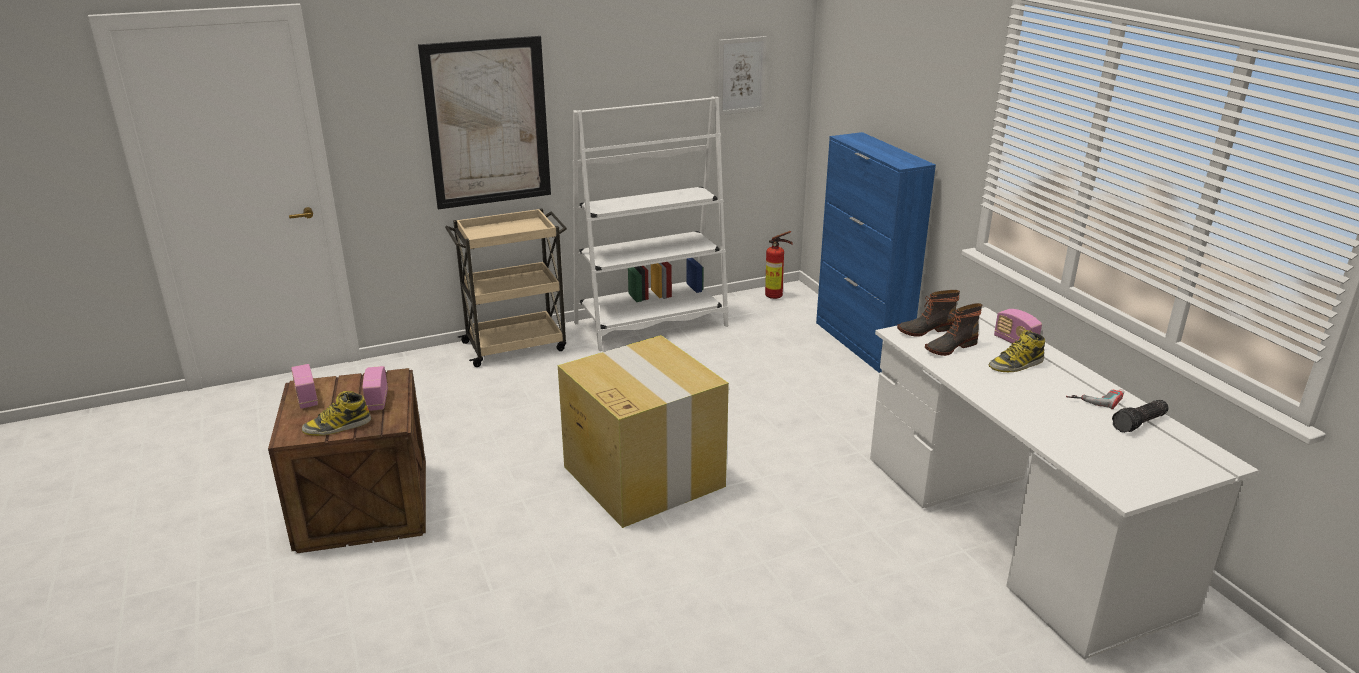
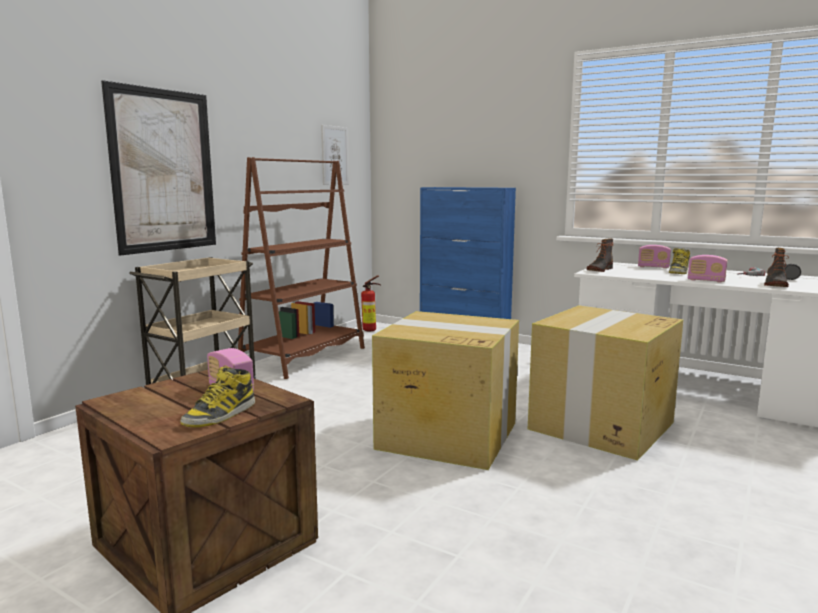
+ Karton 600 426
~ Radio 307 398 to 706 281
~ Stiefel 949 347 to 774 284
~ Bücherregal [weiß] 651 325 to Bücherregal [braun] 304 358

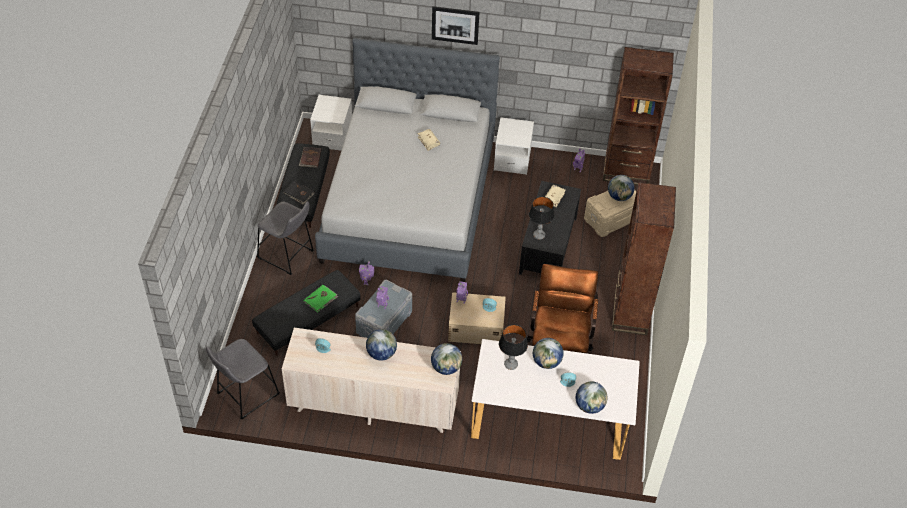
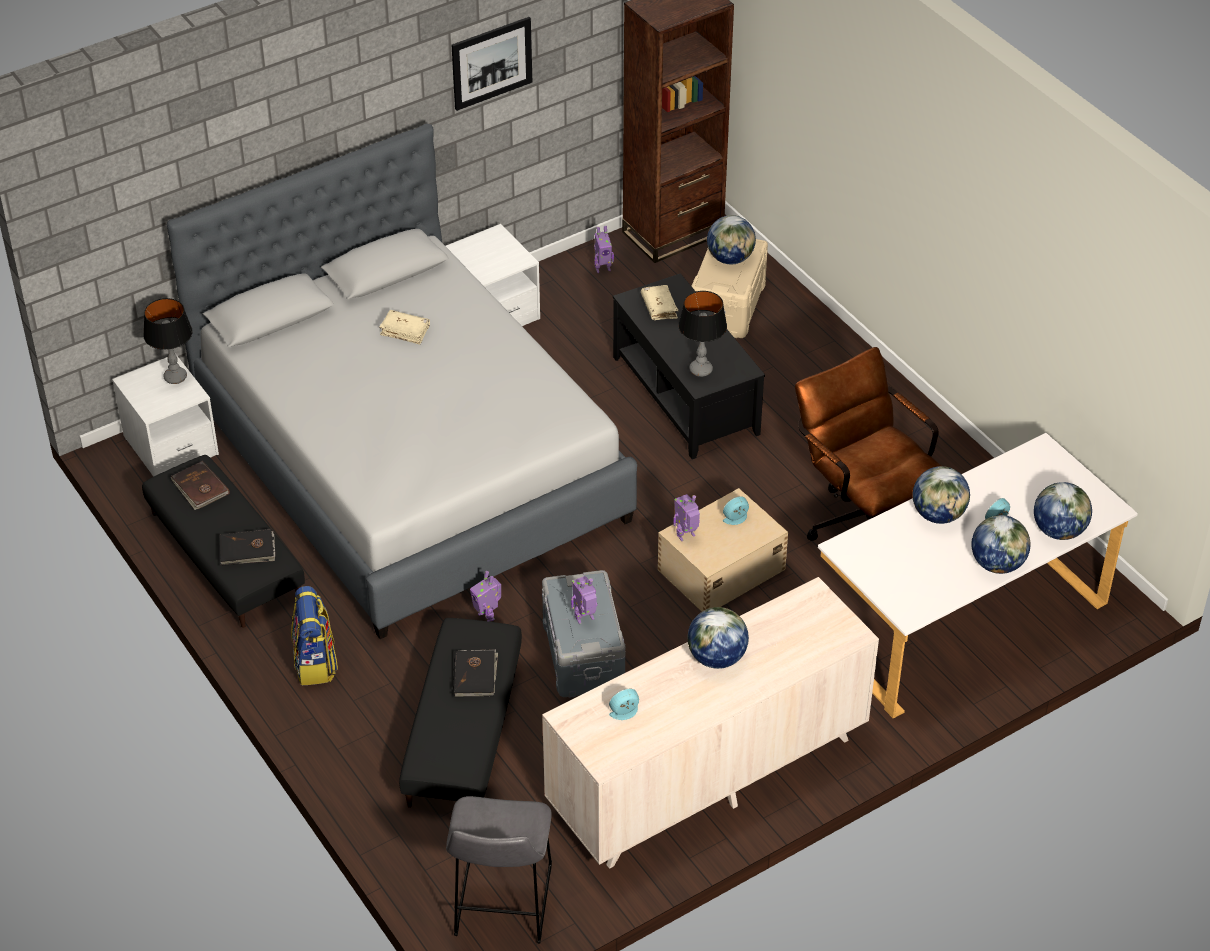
- Bücherregal [braun] 630 313
~ Globus 446 368 to 997 564
~ Bild 455 25 to 491 63
~ Tischlampe 510 364 to 175 377
~ Hocker [grau] 287 256 to Rucksack 315 663
~ Buch [grün] 321 299 to Buch [schwarz] 475 675

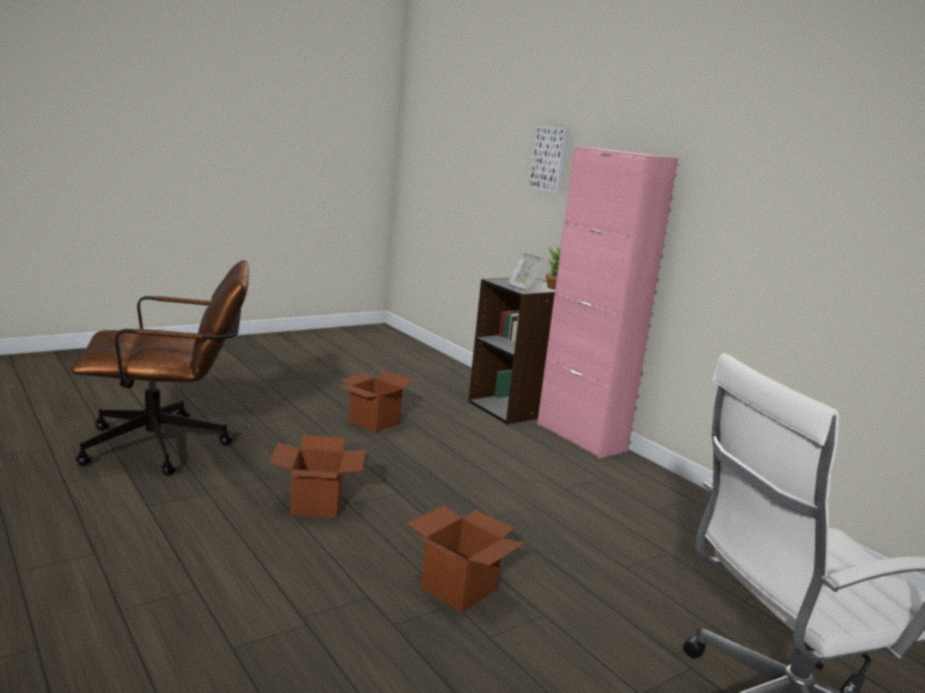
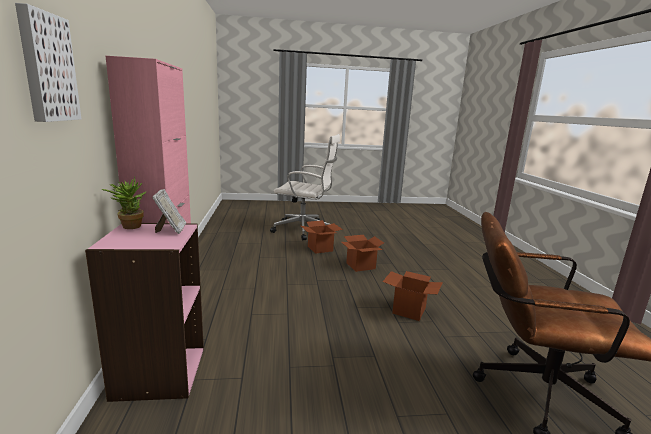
~ Karton 374 422 to 320 248
~ Bücherregal [schwarz] 512 408 to Bücherregal [rosa] 159 372

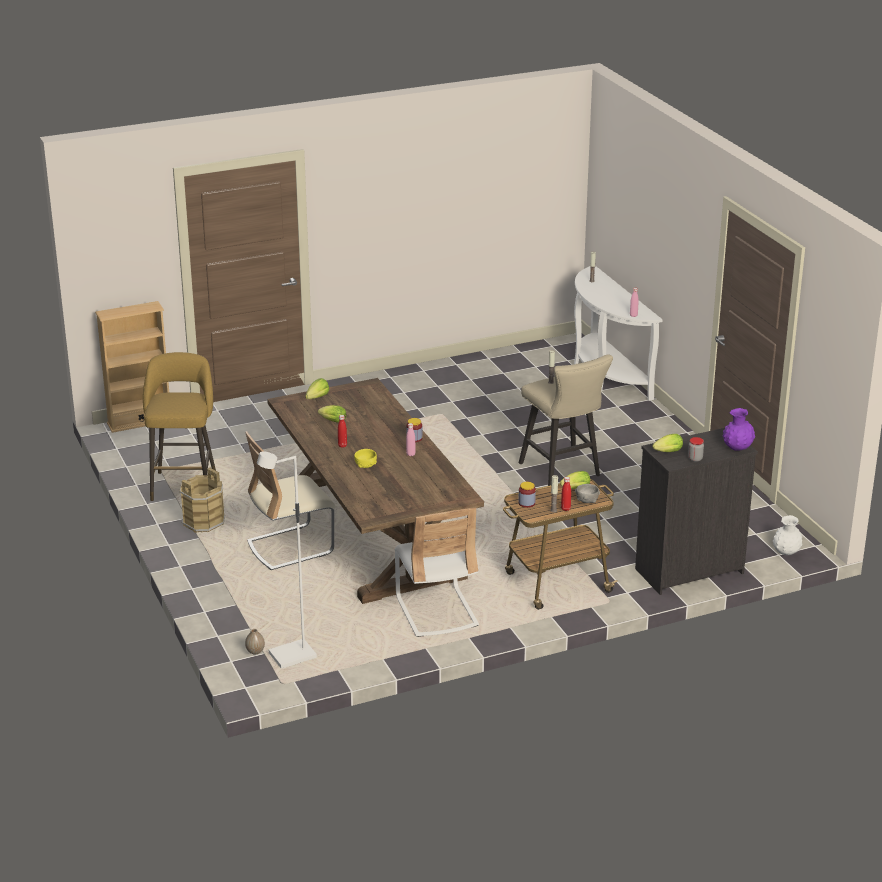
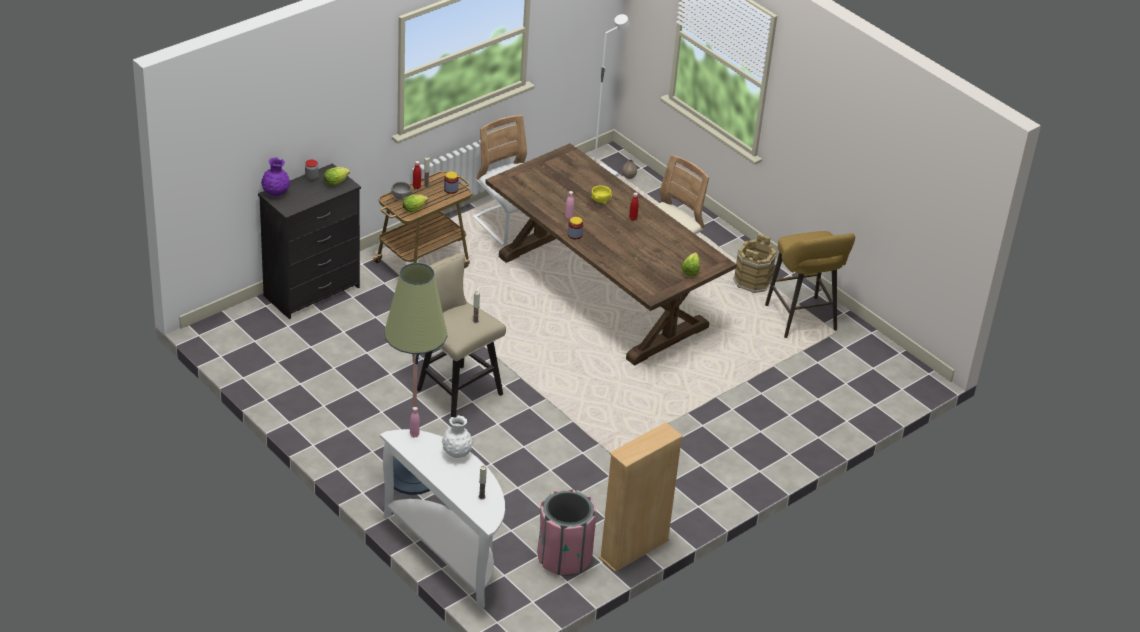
- Salatkopf 331 421
+ Stehlampe 413 476
+ Mülleimer [rosa] 564 557
~ Bücherregal [beige] 140 422 to 634 549
~ Vase [weiß] 786 553 to 457 453

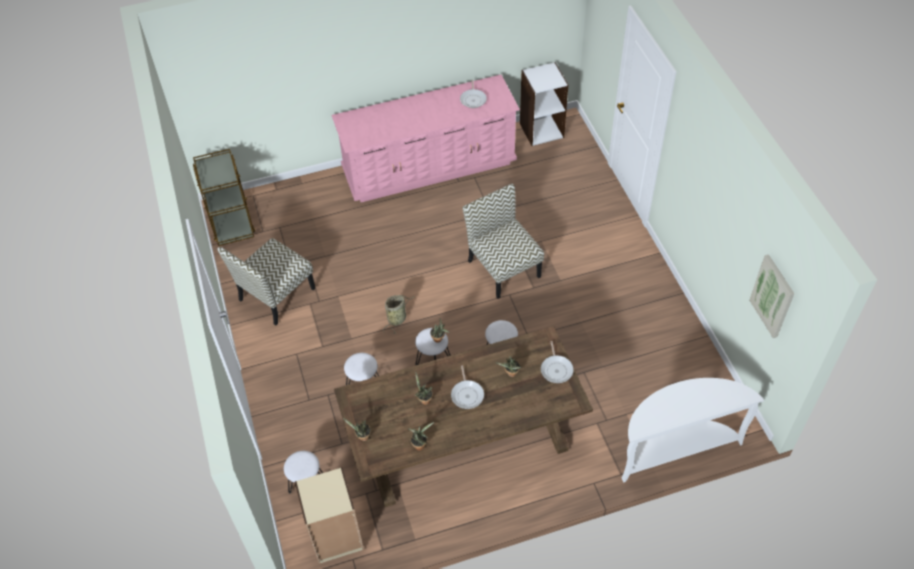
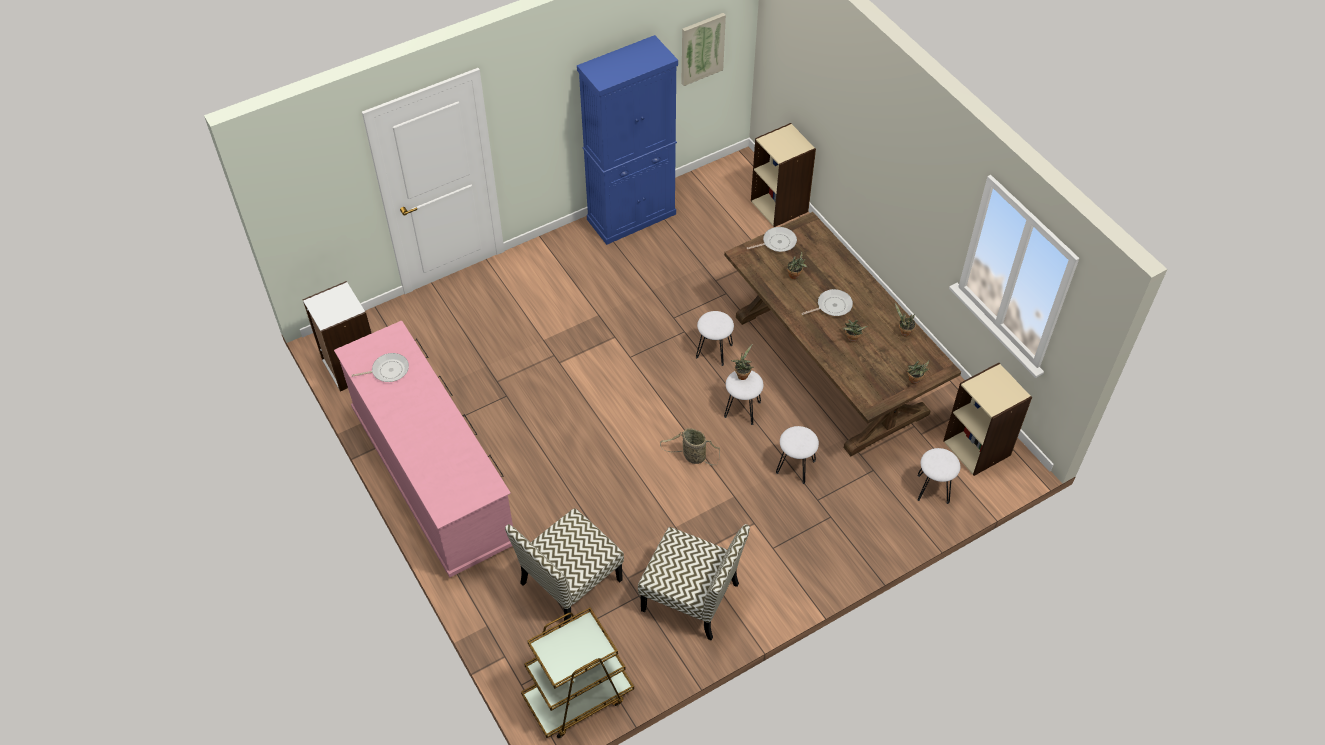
+ Schrank [blau] 631 216
~ Stuhl 503 268 to 570 583
~ Konsolentisch [weiß] 675 448 to Bücherregal [beige] 780 206

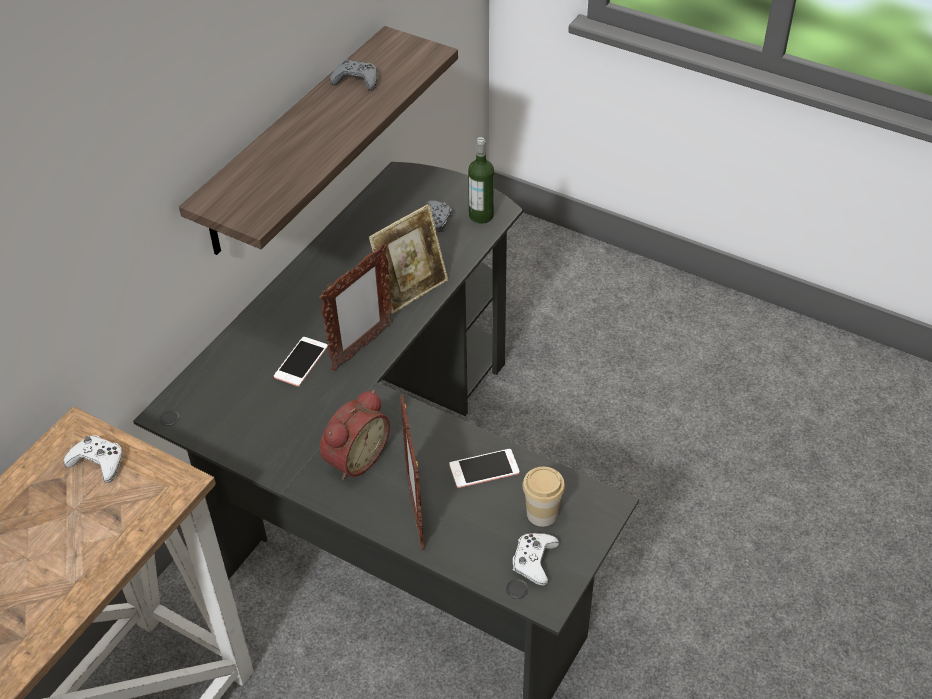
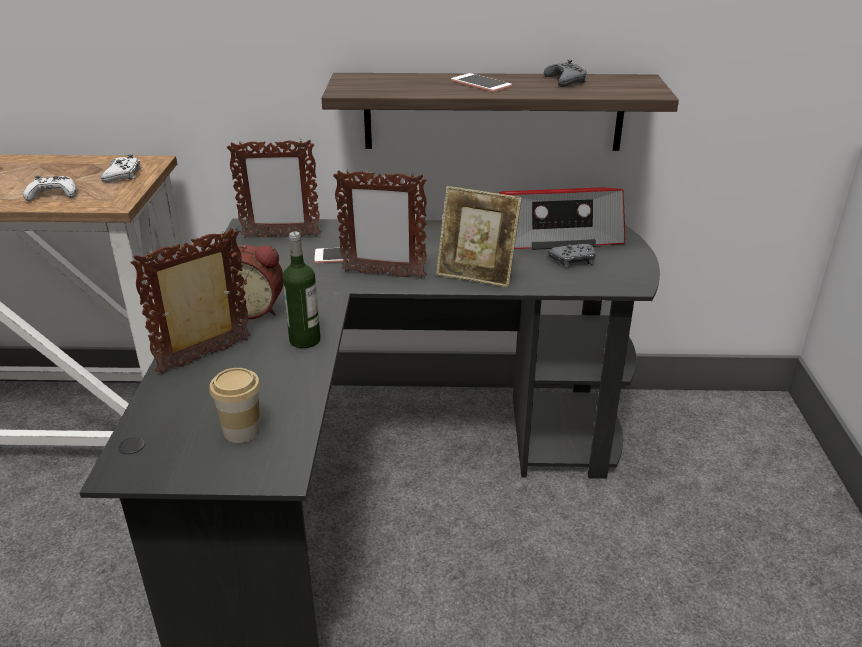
+ Bilderrahmen 280 236
+ Radio 556 235
~ Handy 484 469 to 481 83
~ Flasche 481 215 to 305 340
~ Gamepad [weiß] 534 561 to 53 195

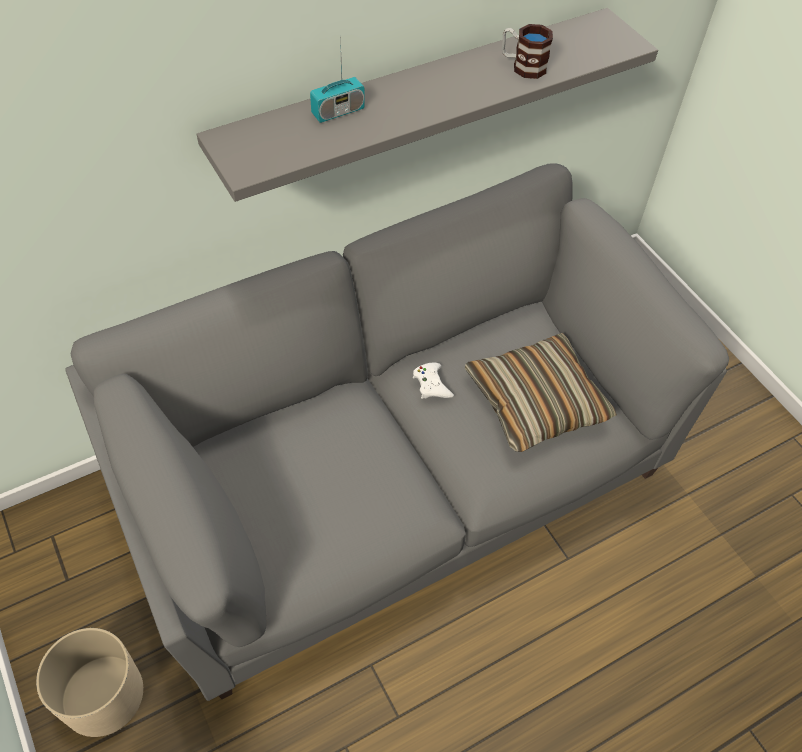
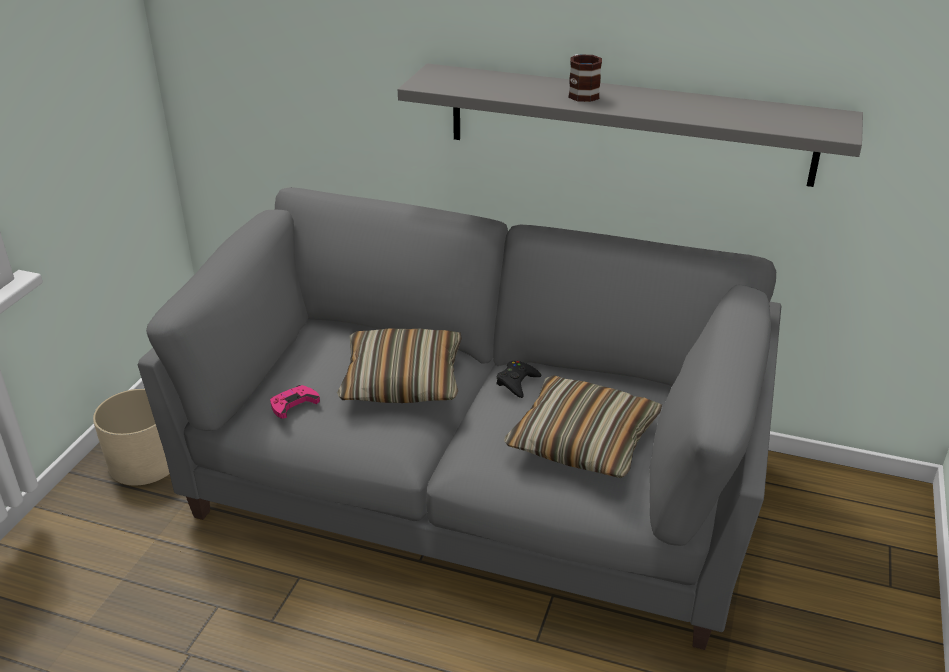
- Radio 338 112
+ Gamepad [rosa] 293 404
+ Kissen 402 380
~ Henkelbecher 522 66 to 581 93
~ Gamepad [weiß] 431 384 to Gamepad [schwarz] 517 382

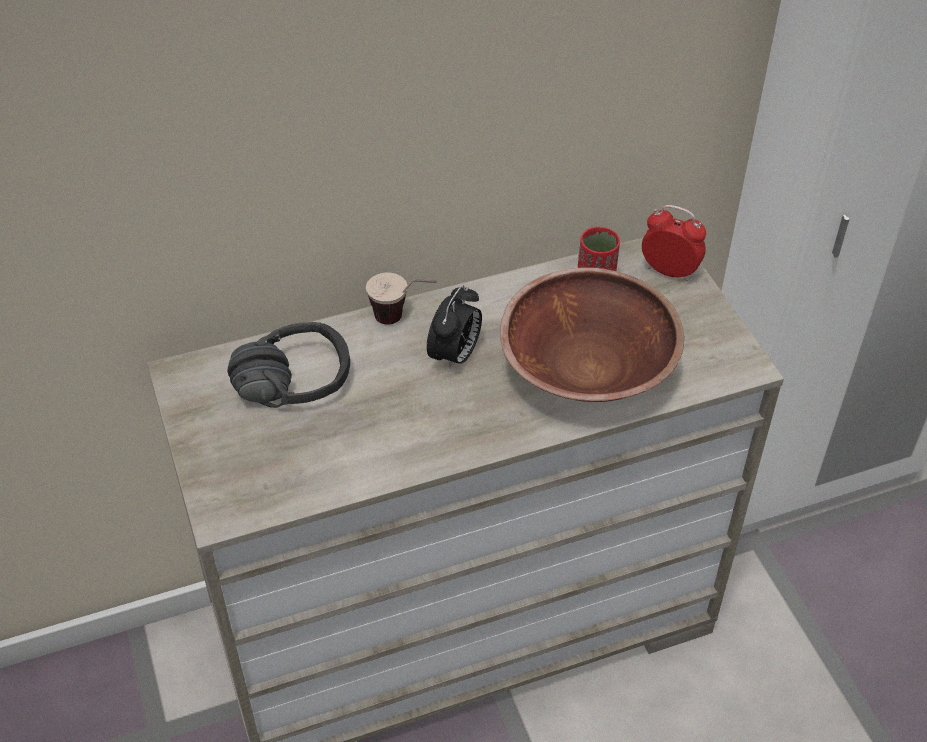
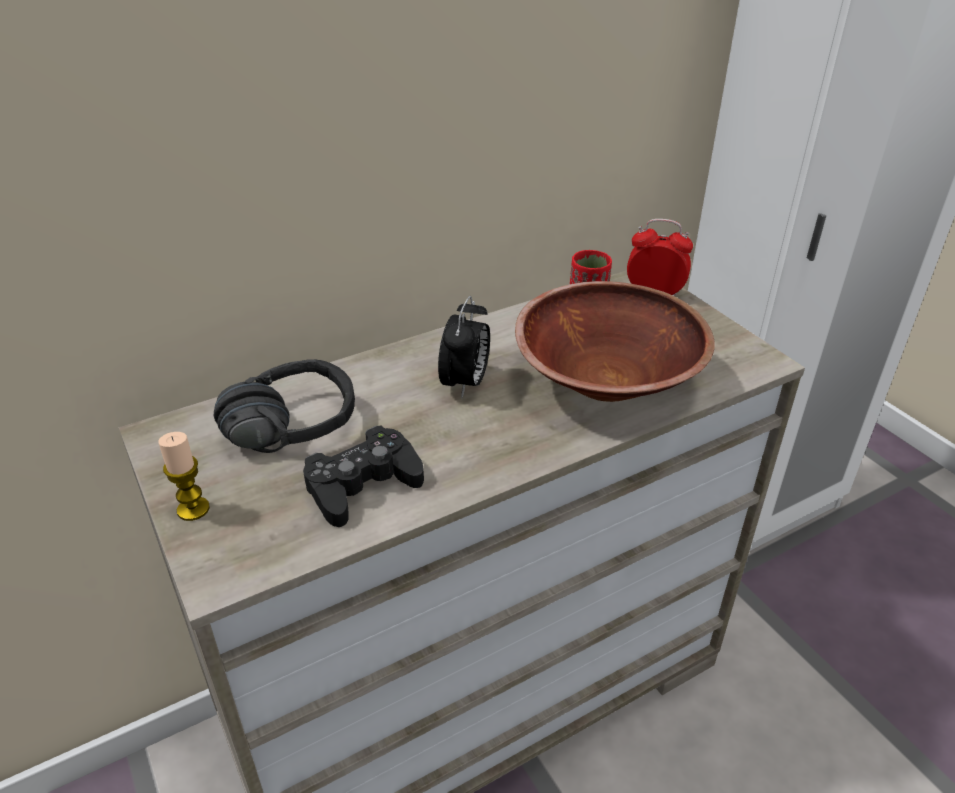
- Tasse 403 320
+ Kerze 193 509
+ Gamepad [schwarz] 362 485

